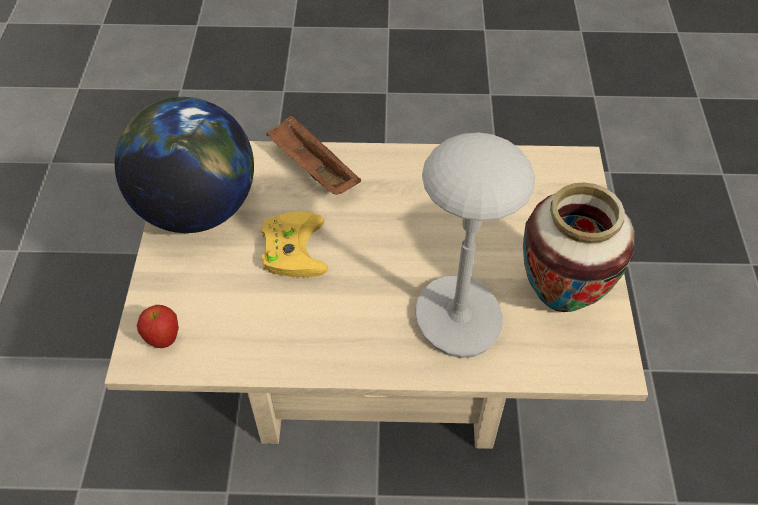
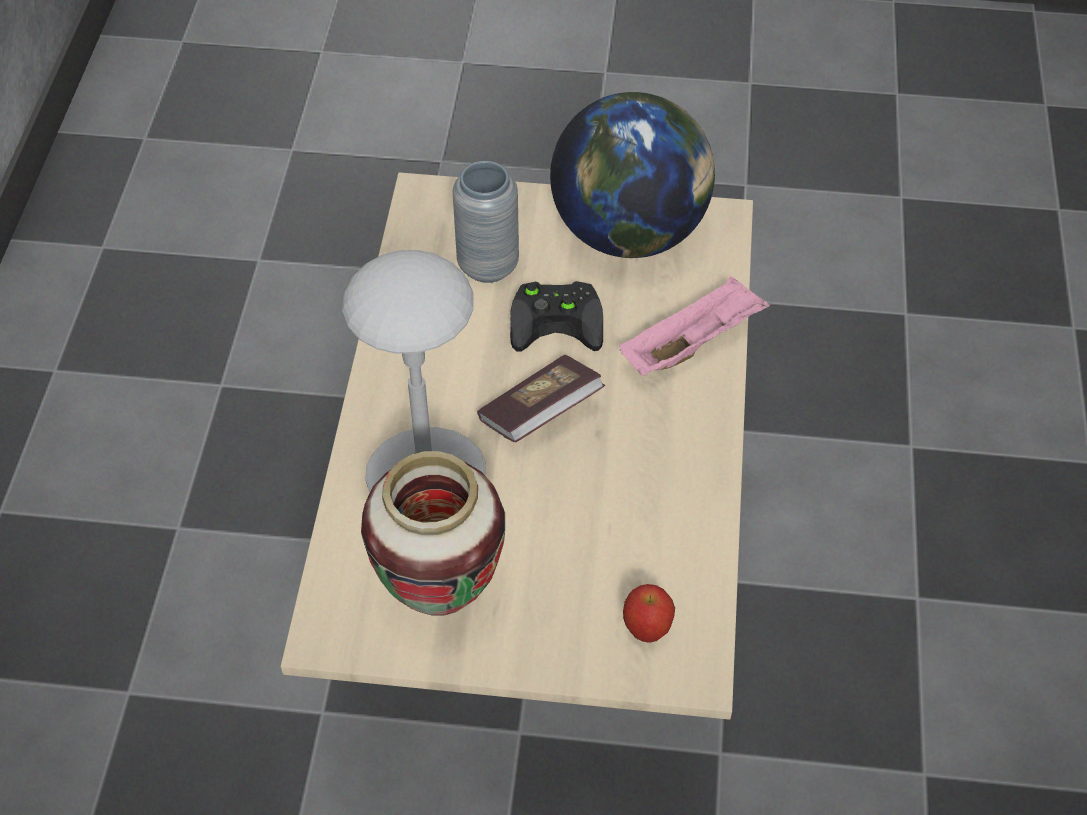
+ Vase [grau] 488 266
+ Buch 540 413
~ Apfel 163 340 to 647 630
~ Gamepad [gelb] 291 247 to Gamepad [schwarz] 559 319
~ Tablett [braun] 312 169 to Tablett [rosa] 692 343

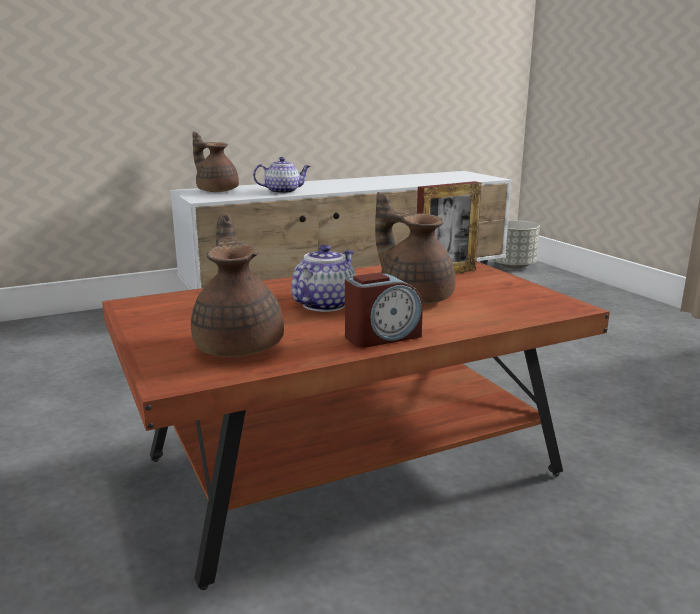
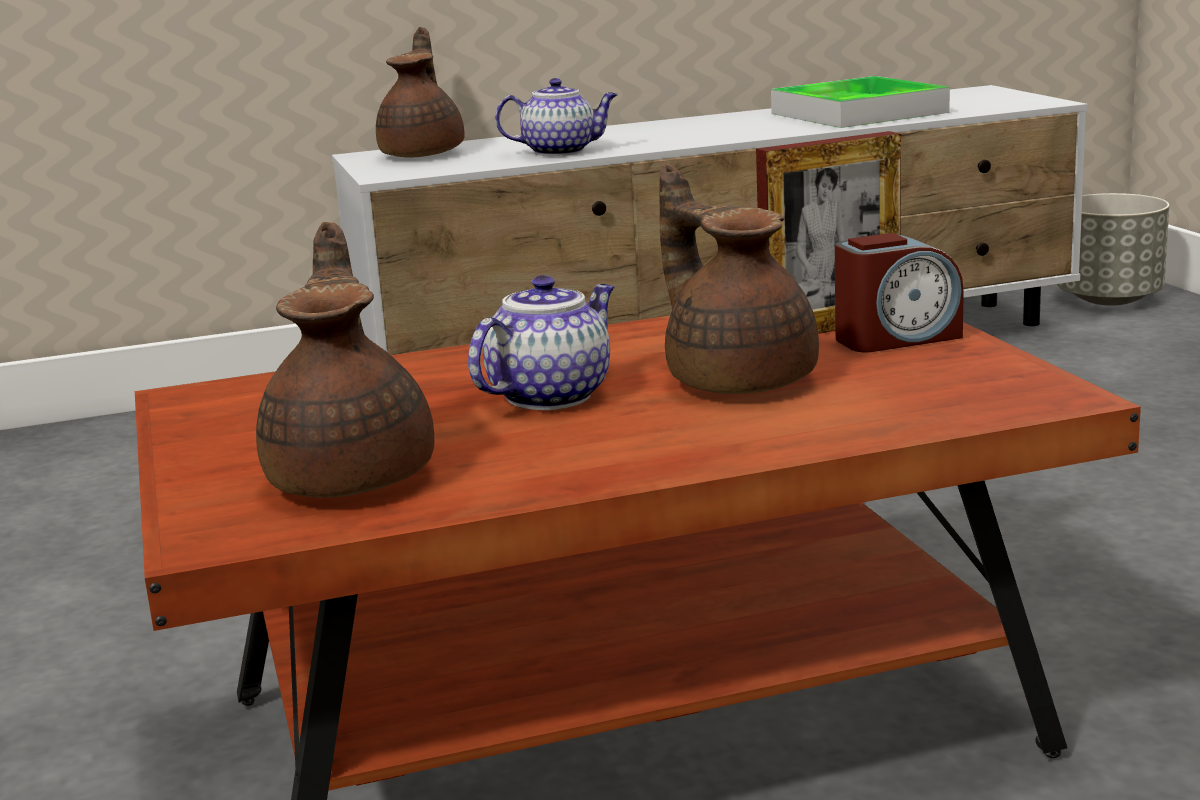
+ Tablett 858 113
~ Wecker 382 336 to 896 338
~ Teekanne [braun] 216 190 = 424 153 45 degrees clockwise

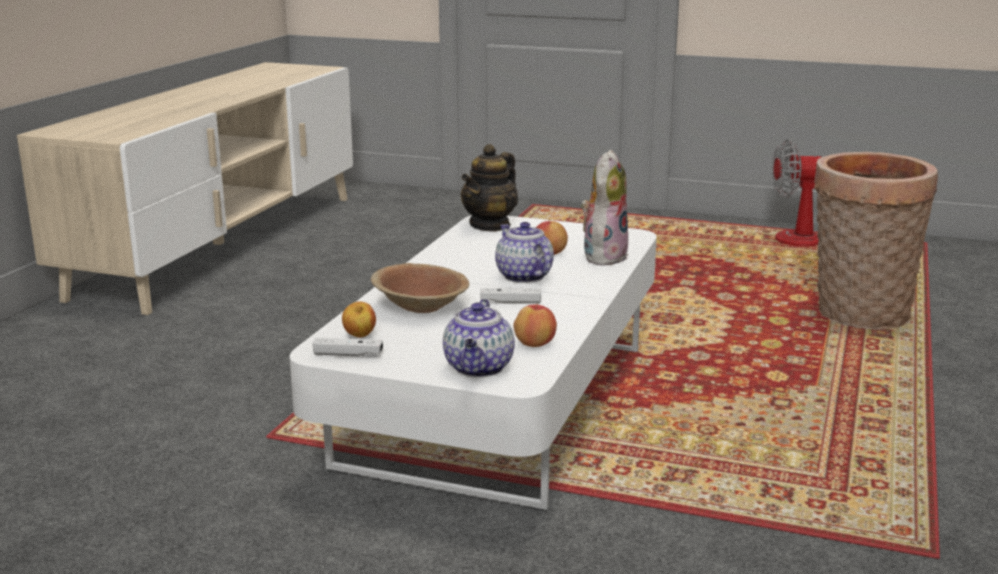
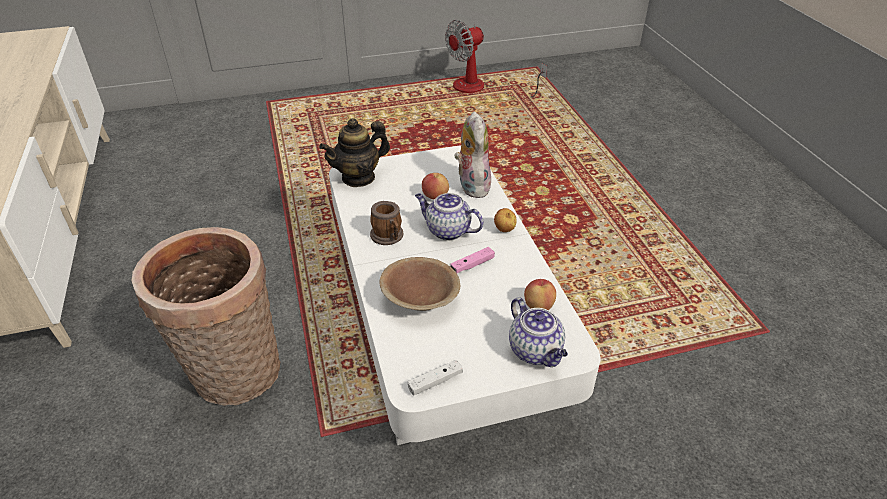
+ Henkelbecher 389 237
~ Apfel 359 336 to 504 230
~ Korb 858 316 to 233 377
~ Gamepad [weiß] 510 302 to Gamepad [rosa] 472 265
~ Teekanne 490 225 = 358 177 60 degrees clockwise

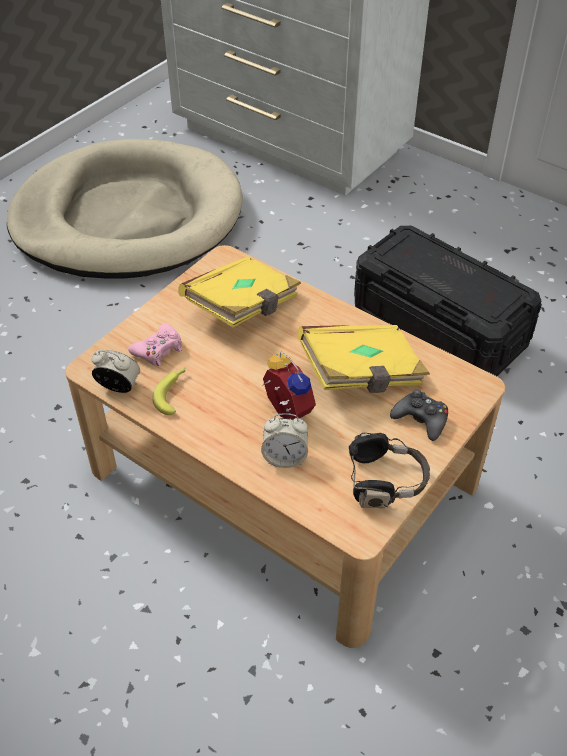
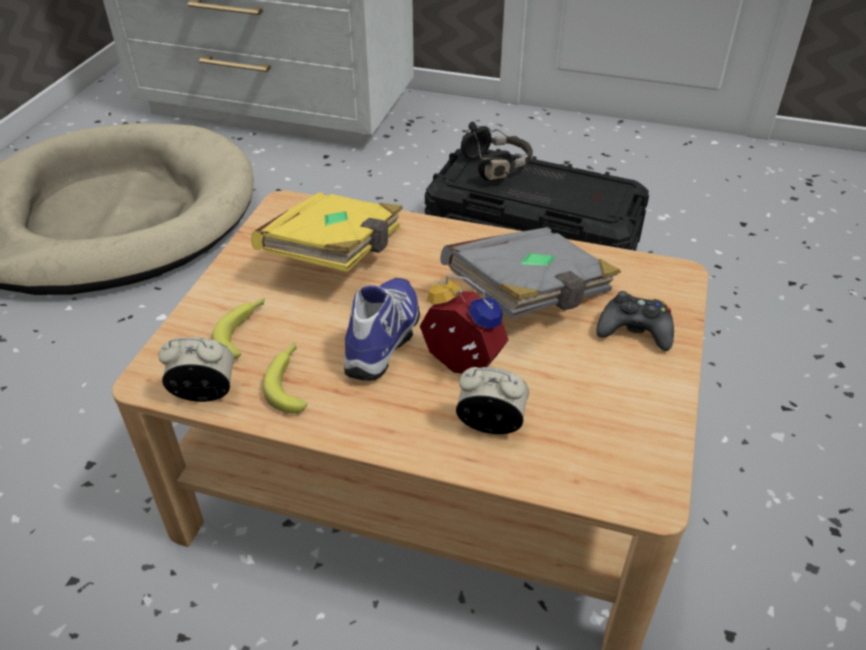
+ Schuh 385 339
~ Kopfhörer [schwarz] 386 481 to 497 166
~ Gamepad [rosa] 158 350 to Banane 243 331
~ Buch [gelb] 361 374 to Buch [grau] 531 296
~ Wecker 285 457 = 490 425 150 degrees counterclockwise

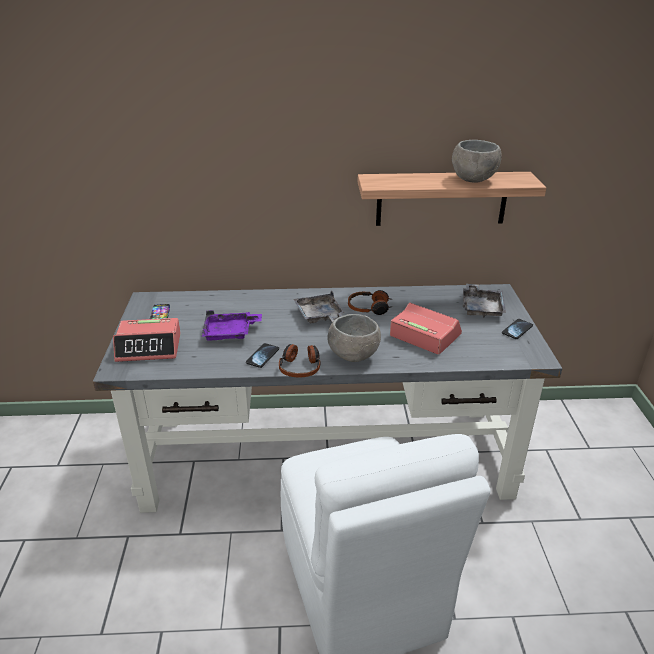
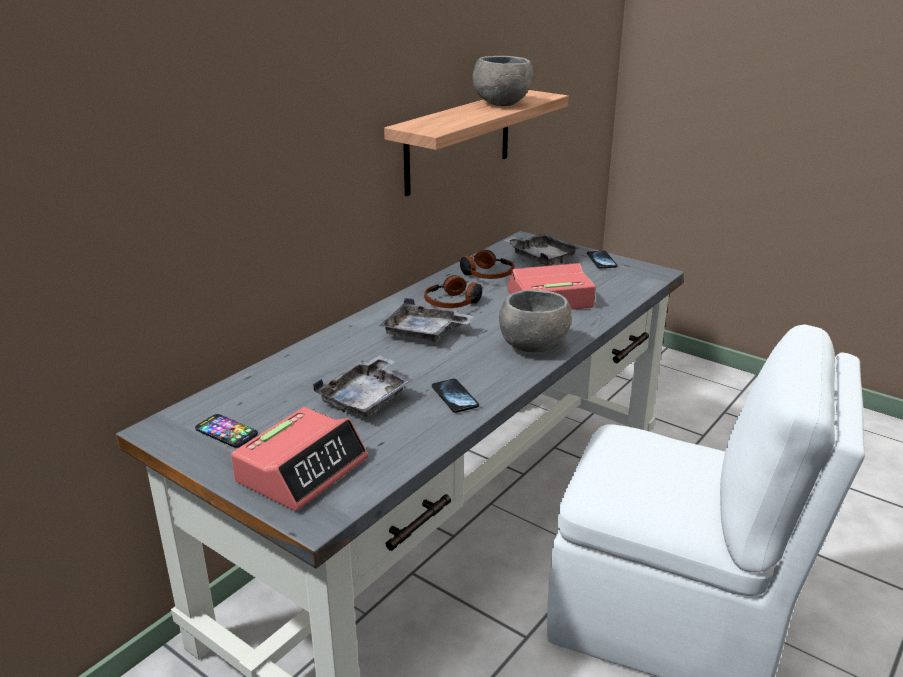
~ Kopfhörer 300 367 to 485 274
~ Tablett [lila] 230 333 to Tablett [grau] 367 398

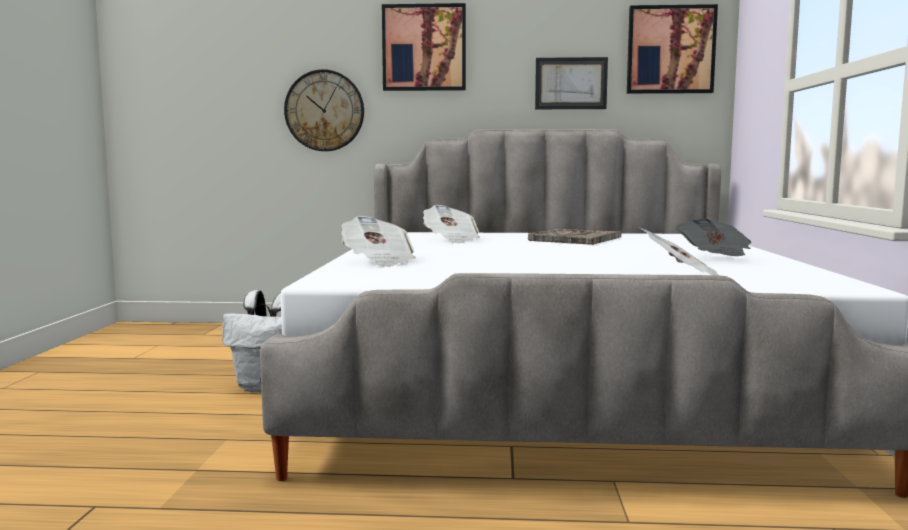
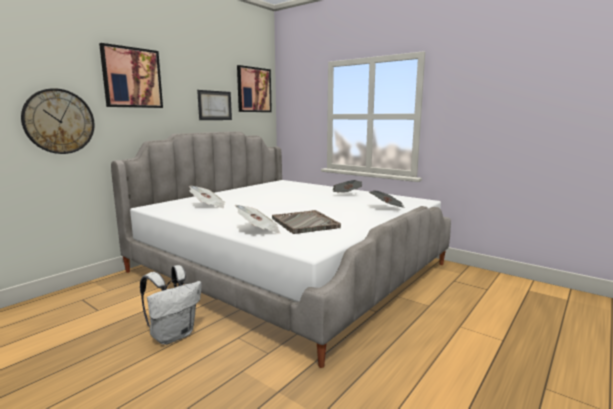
~ Tablett [grau] 574 239 to 305 223

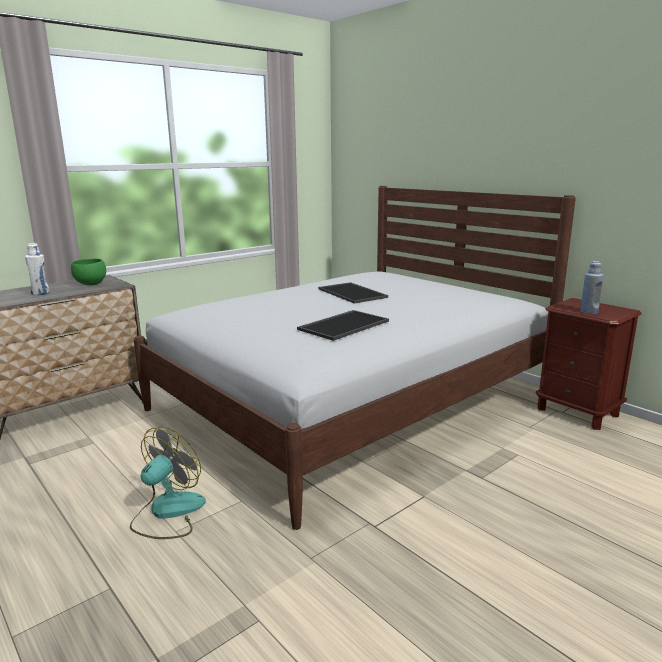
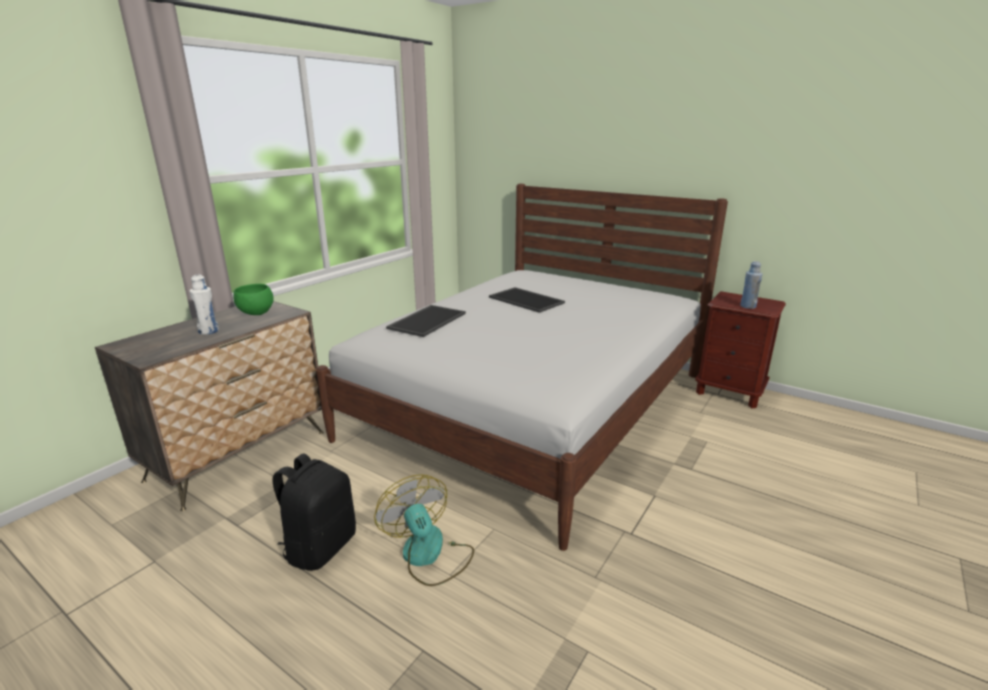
+ Rucksack [schwarz] 320 547
~ Tablett 343 325 to 426 320
~ Ventilator 167 512 = 428 555 45 degrees counterclockwise

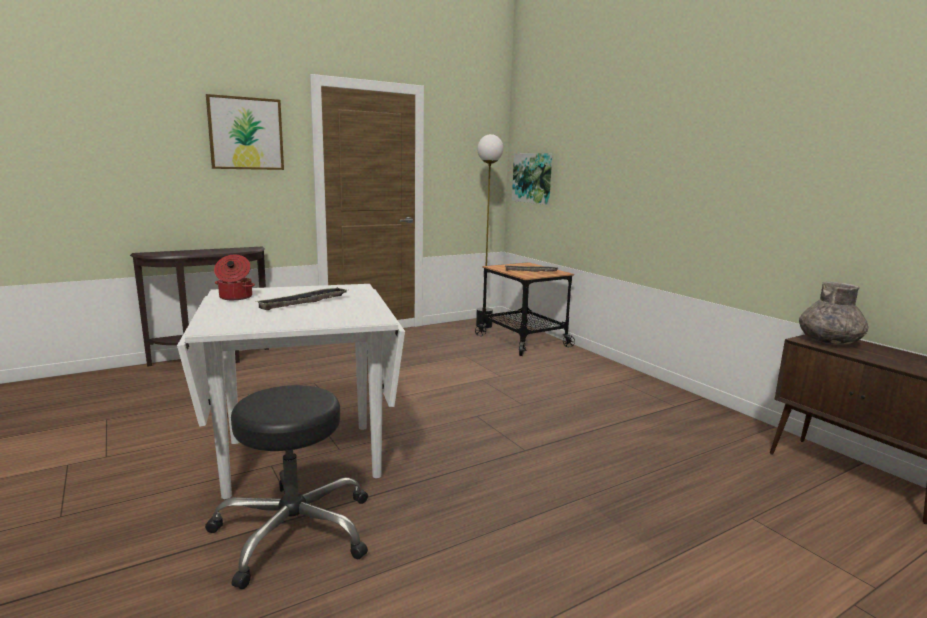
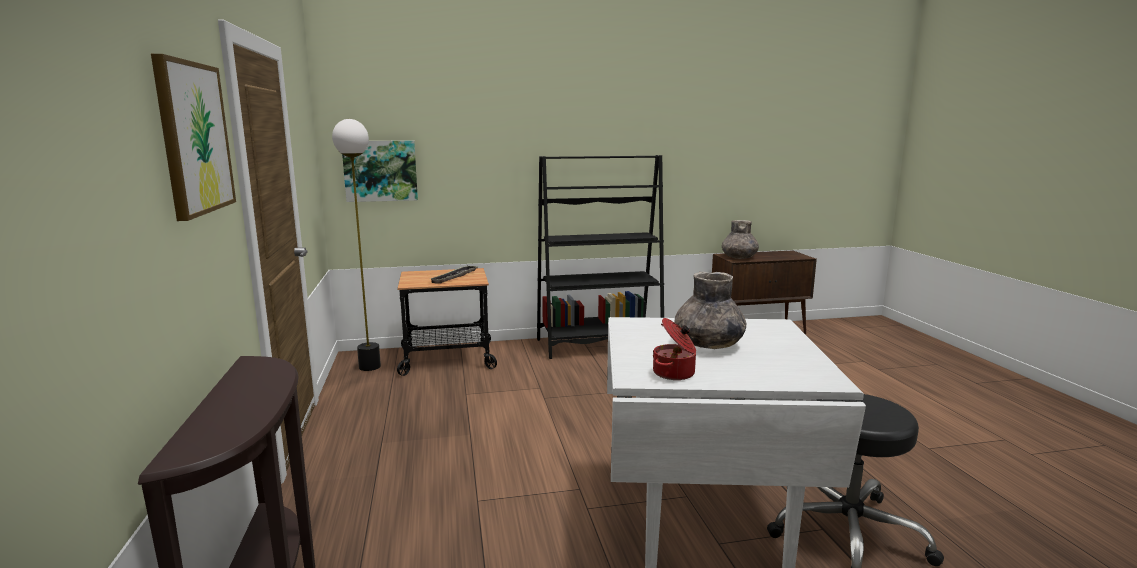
+ Bücherregal [schwarz] 599 345
~ Tablett 303 303 to Vase [grau] 708 344

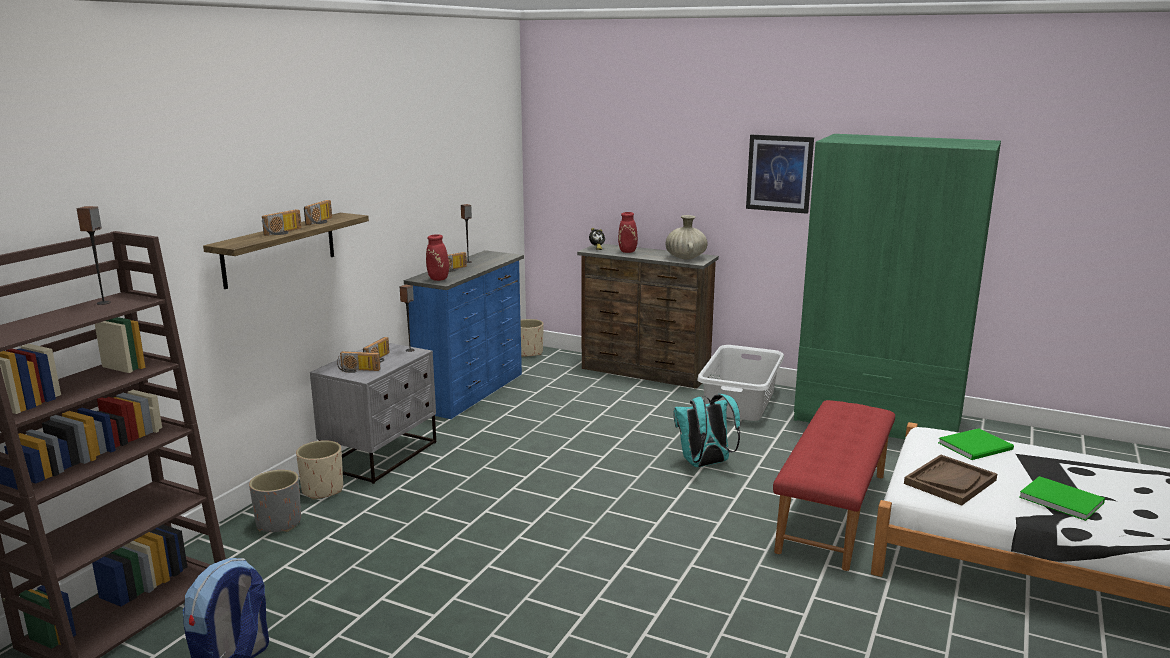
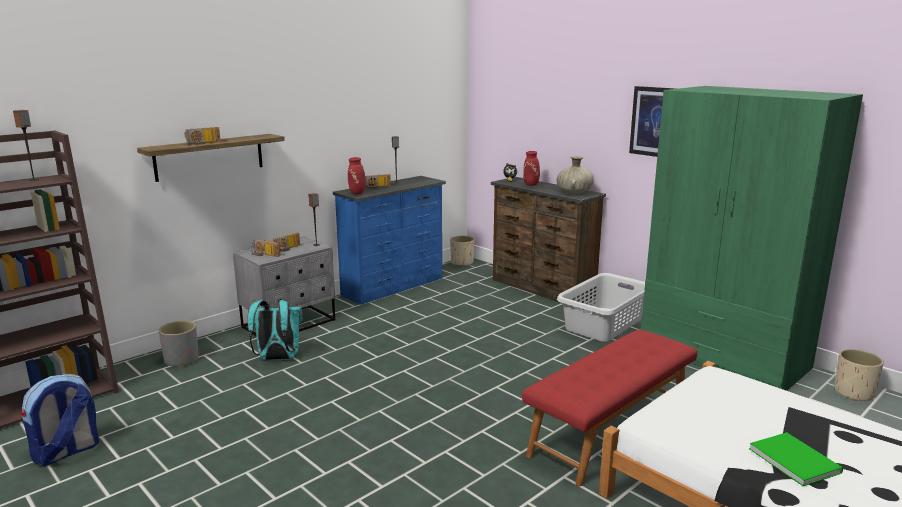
- Radio 322 222
- Tablett [braun] 950 482
- Buch [grün] 977 446
~ Pflanzkübel [beige] 323 490 to 853 393
~ Rucksack [türkis] 705 464 to 277 358

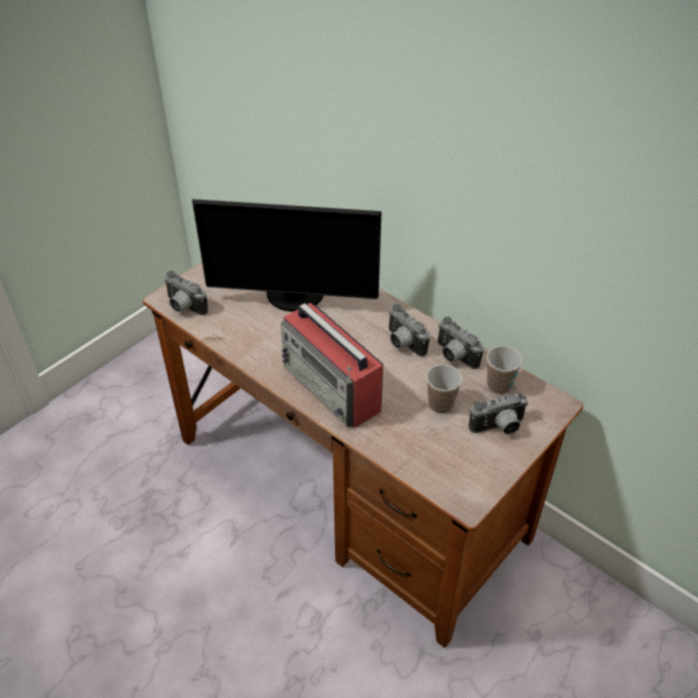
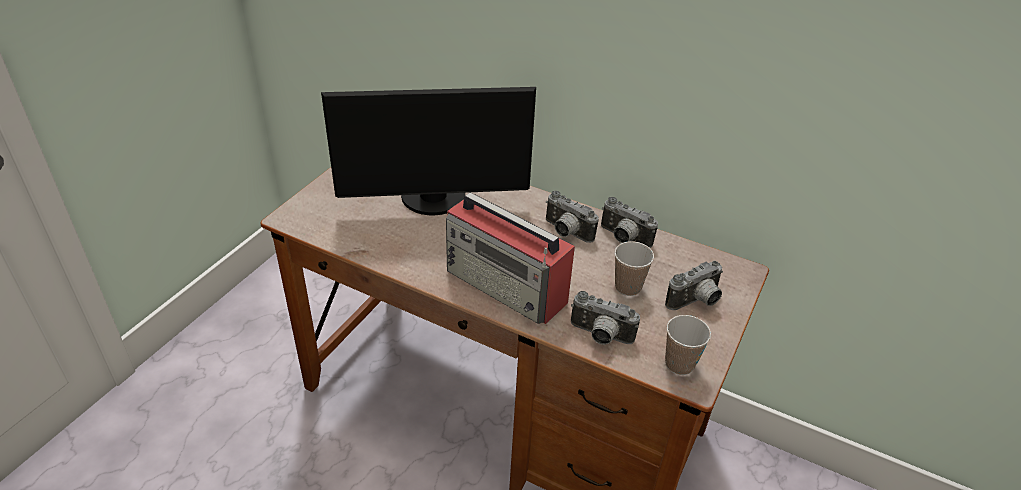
~ Kamera 183 307 to 600 336
~ Tasse 499 385 to 679 364

